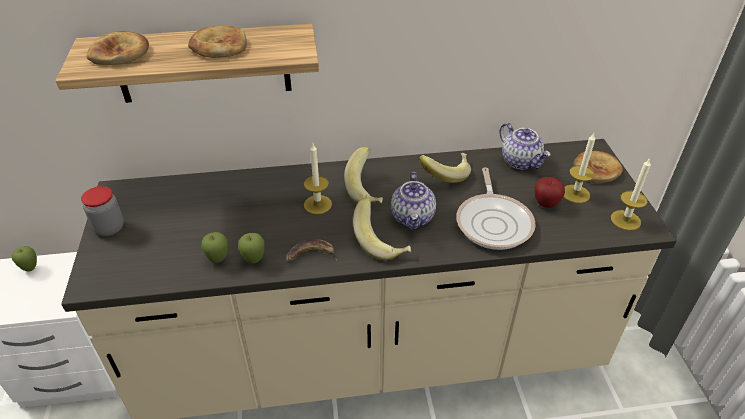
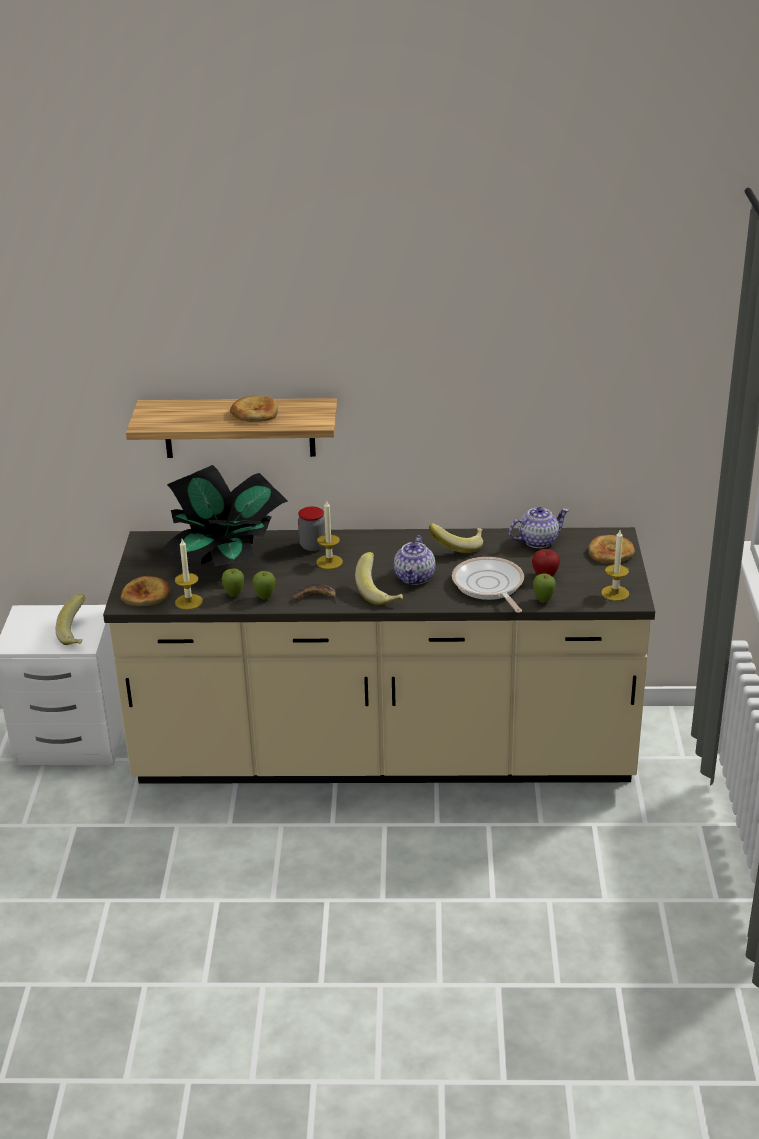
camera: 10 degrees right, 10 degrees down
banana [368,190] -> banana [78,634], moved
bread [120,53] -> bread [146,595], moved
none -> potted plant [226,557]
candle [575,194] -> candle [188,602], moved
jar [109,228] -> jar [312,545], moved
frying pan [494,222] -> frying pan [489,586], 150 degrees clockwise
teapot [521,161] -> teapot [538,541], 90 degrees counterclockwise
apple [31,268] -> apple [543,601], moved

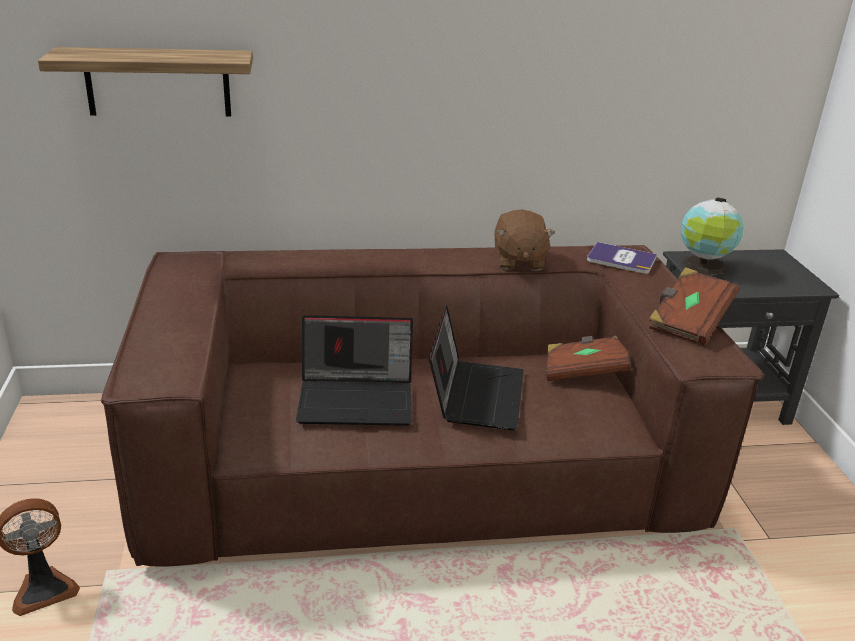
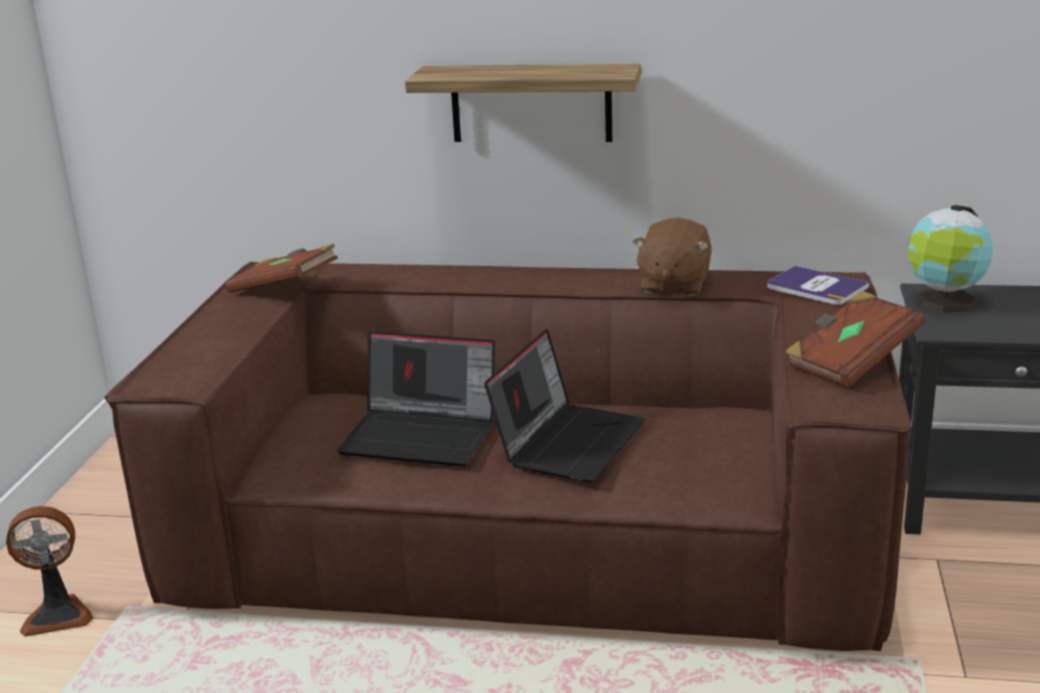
camera: 20 degrees right, 5 degrees down
brown book [585,372] -> brown book [285,289], moved
shelf [158,82] -> shelf [531,103], moved

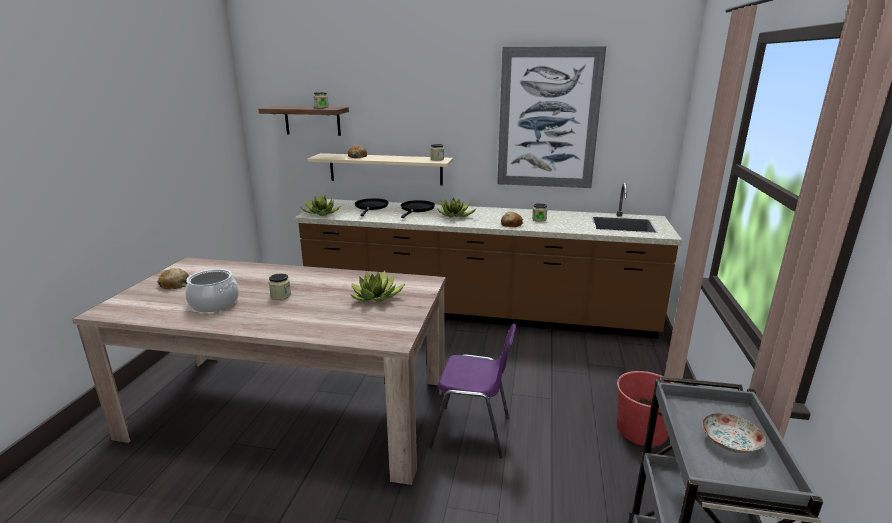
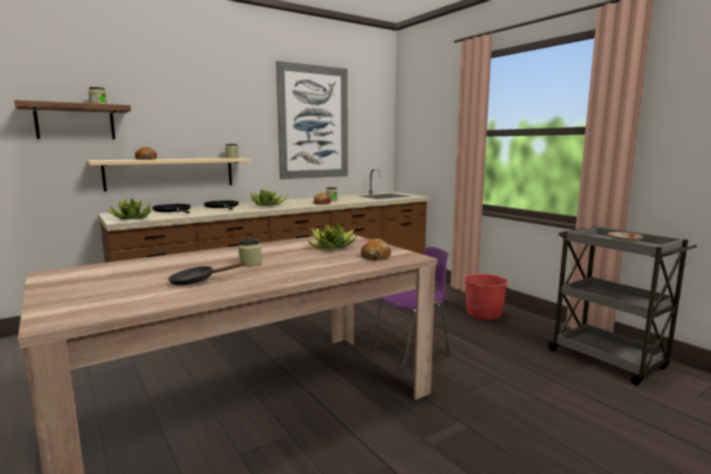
camera: 45 degrees left, 10 degrees down
cooking pot [215,303] -> black frying pan [197,281]
bread [174,284] -> bread [375,257], moved

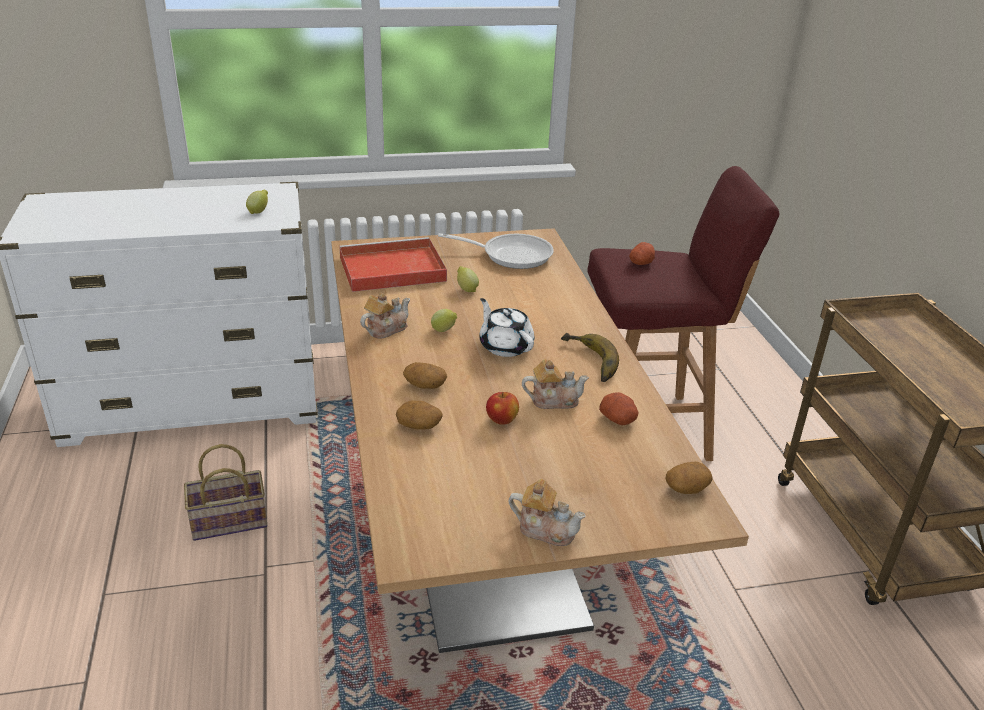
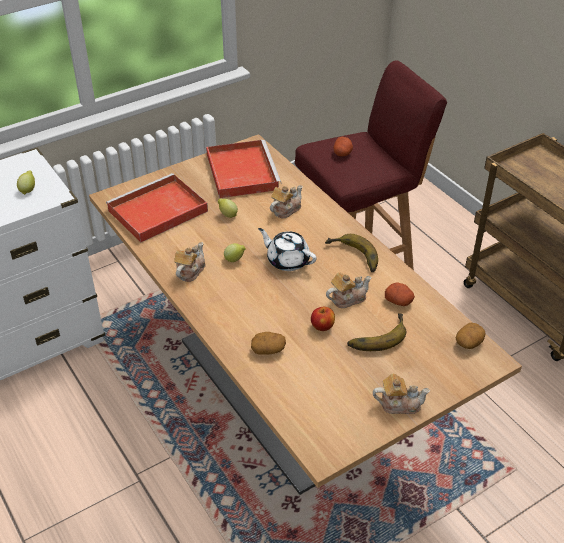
camera: 20 degrees left, 10 degrees up
frying pan [511,255] -> red tray [241,171]
none -> teapot [285,209]
none -> banana [376,335]
basket [227,523] -> none
potato [424,385] -> none

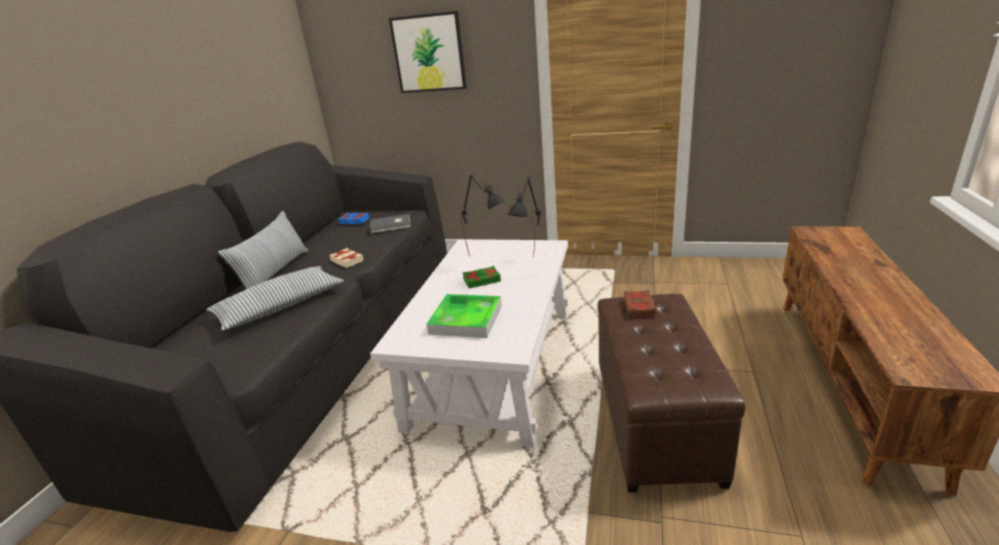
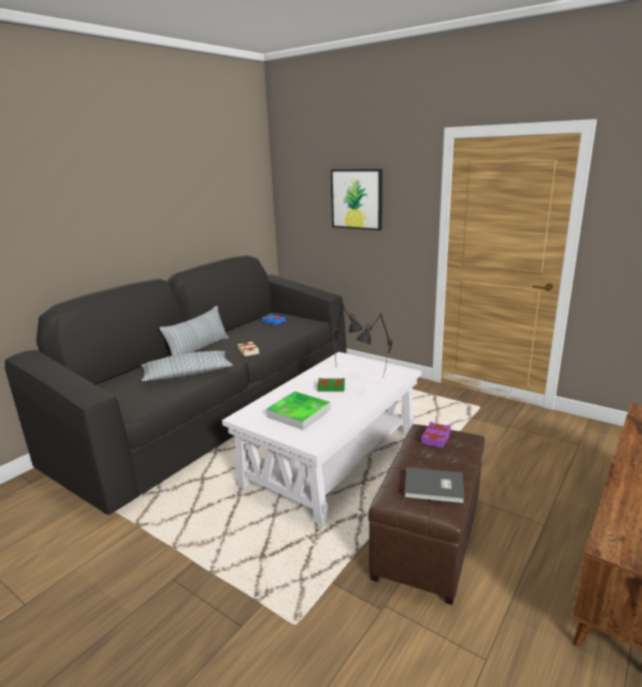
camera: 20 degrees right, 5 degrees down
grey book [391,225] -> grey book [434,488], moved
brown book [639,307] -> purple book [436,438]

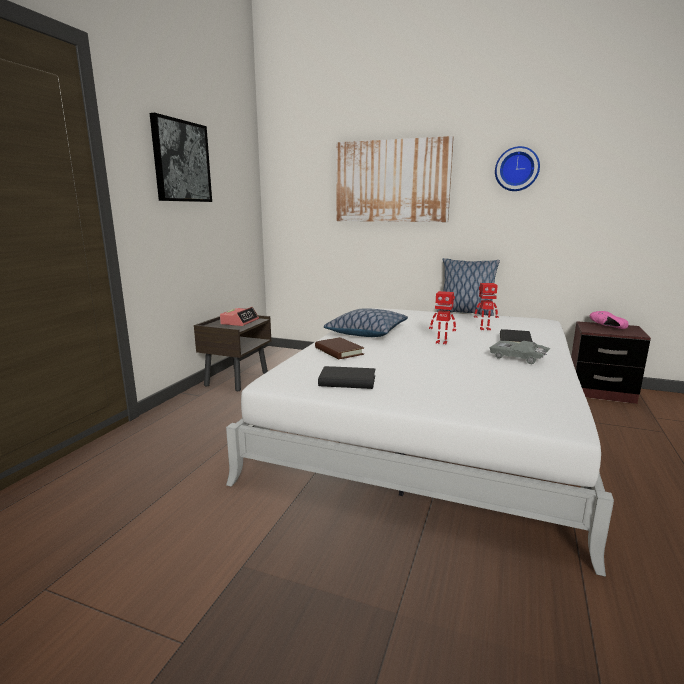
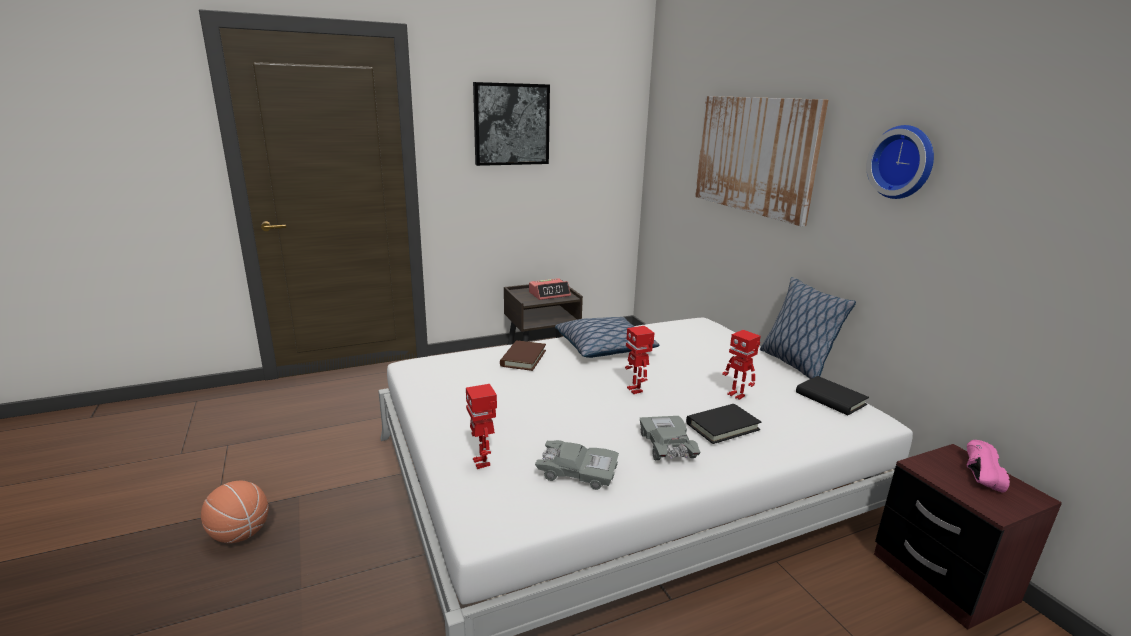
camera: 45 degrees right, 5 degrees up
none -> basketball [240,534]
none -> toy robot [482,462]
none -> grey toy car [577,471]
black book [347,381] -> black book [830,399], moved

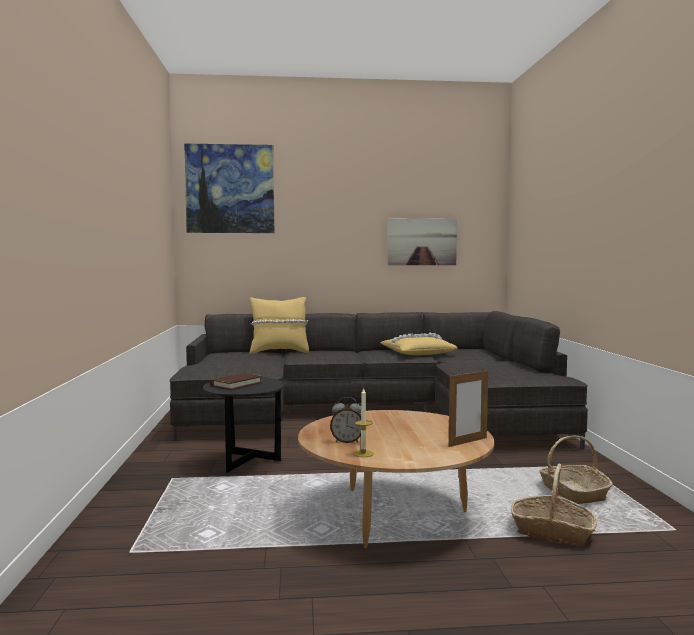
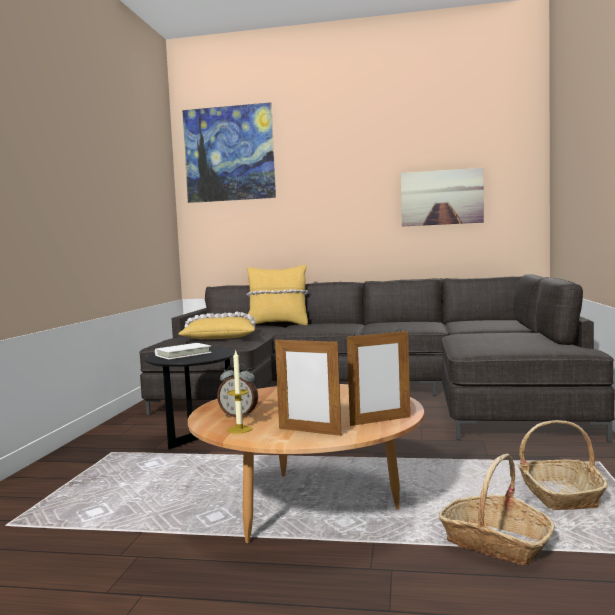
camera: 15 degrees right, 0 degrees up
brown book [236,384] -> white book [183,354]
yellow pillow [417,353] -> yellow pillow [220,337], moved
none -> picture frame [309,431]

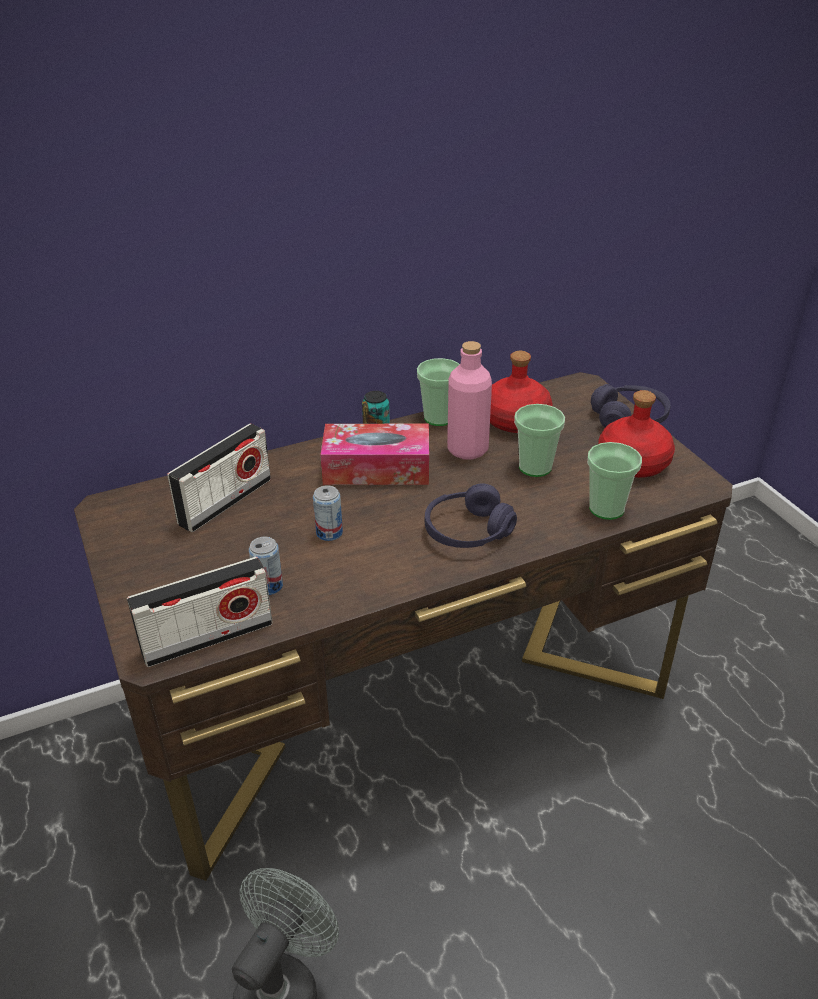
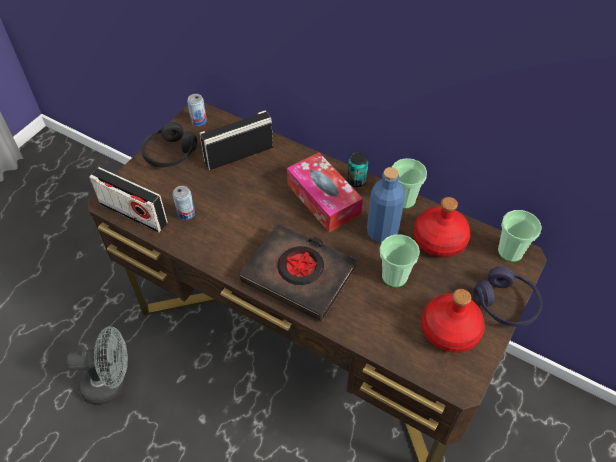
camera: 55 degrees right, 15 degrees up
none -> black headphones [170,153]
can [329,533] -> can [199,121], moved
radio [225,501] -> radio [239,154], 150 degrees clockwise
purple headphones [467,531] -> black book [299,275]
pink bottle [467,449] -> blue bottle [382,232]
cup [606,509] -> cup [510,252], moved

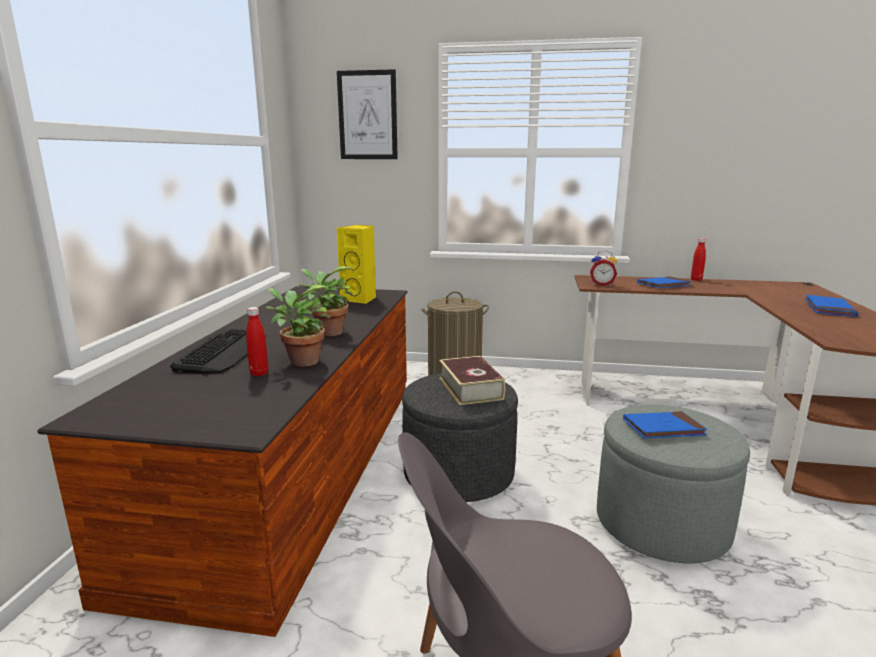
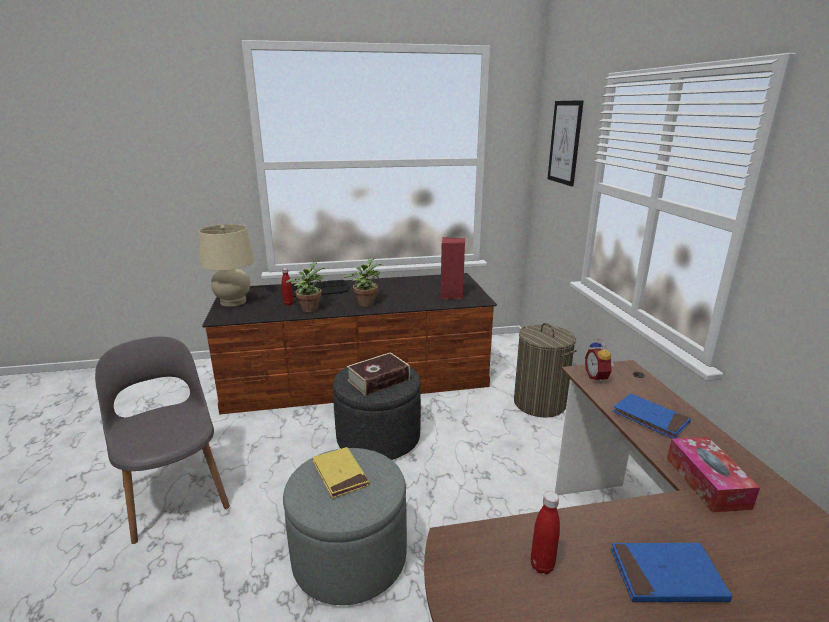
camera: 70 degrees right, 5 degrees up
none -> beige table lamp [233,302]
blue book [663,428] -> yellow book [340,474]
yellow speaker [360,299] -> red speaker [451,295]
red bottle [696,280] -> red bottle [542,566], moved
none -> tissue box [706,482]

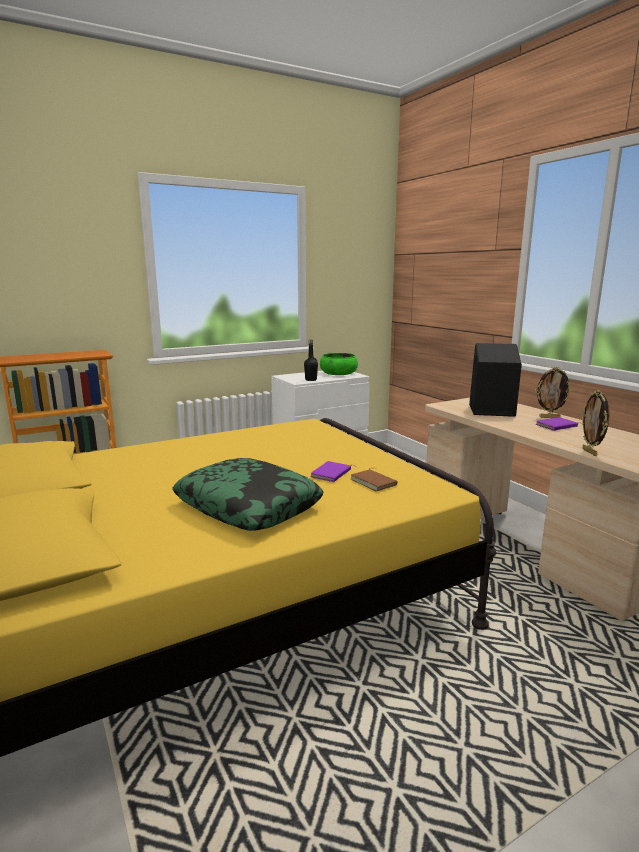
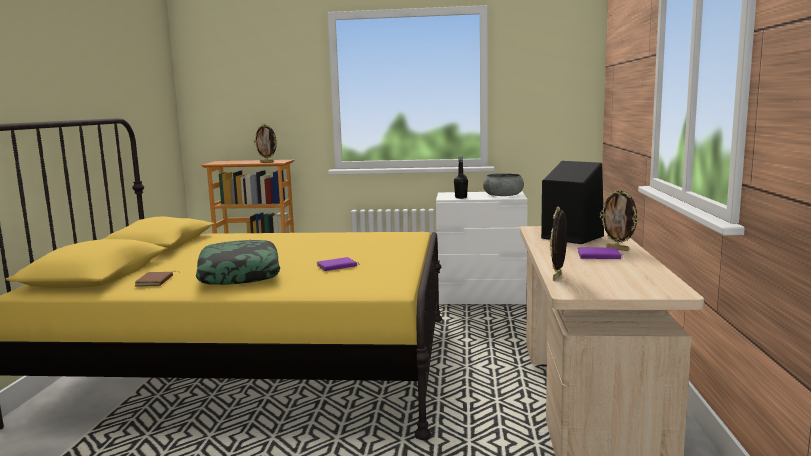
camera: 35 degrees right, 5 degrees down
brown book [374,482] -> brown book [156,281], moved
none -> picture frame [267,162]
green bowl [338,373] -> grey bowl [503,194]

